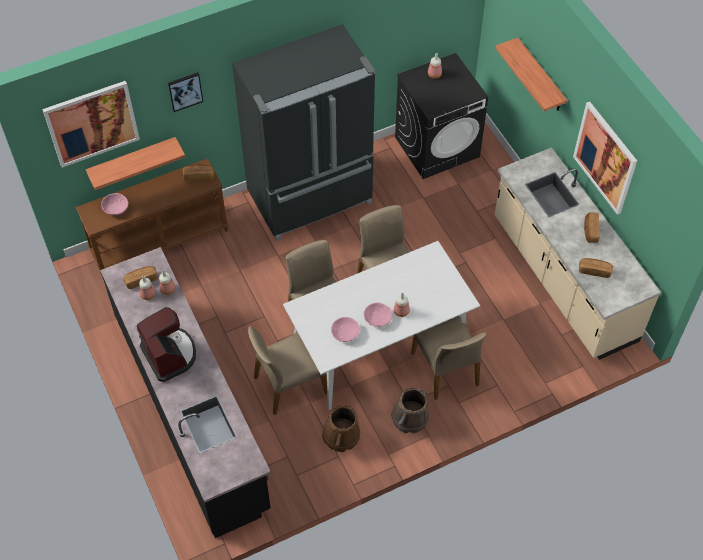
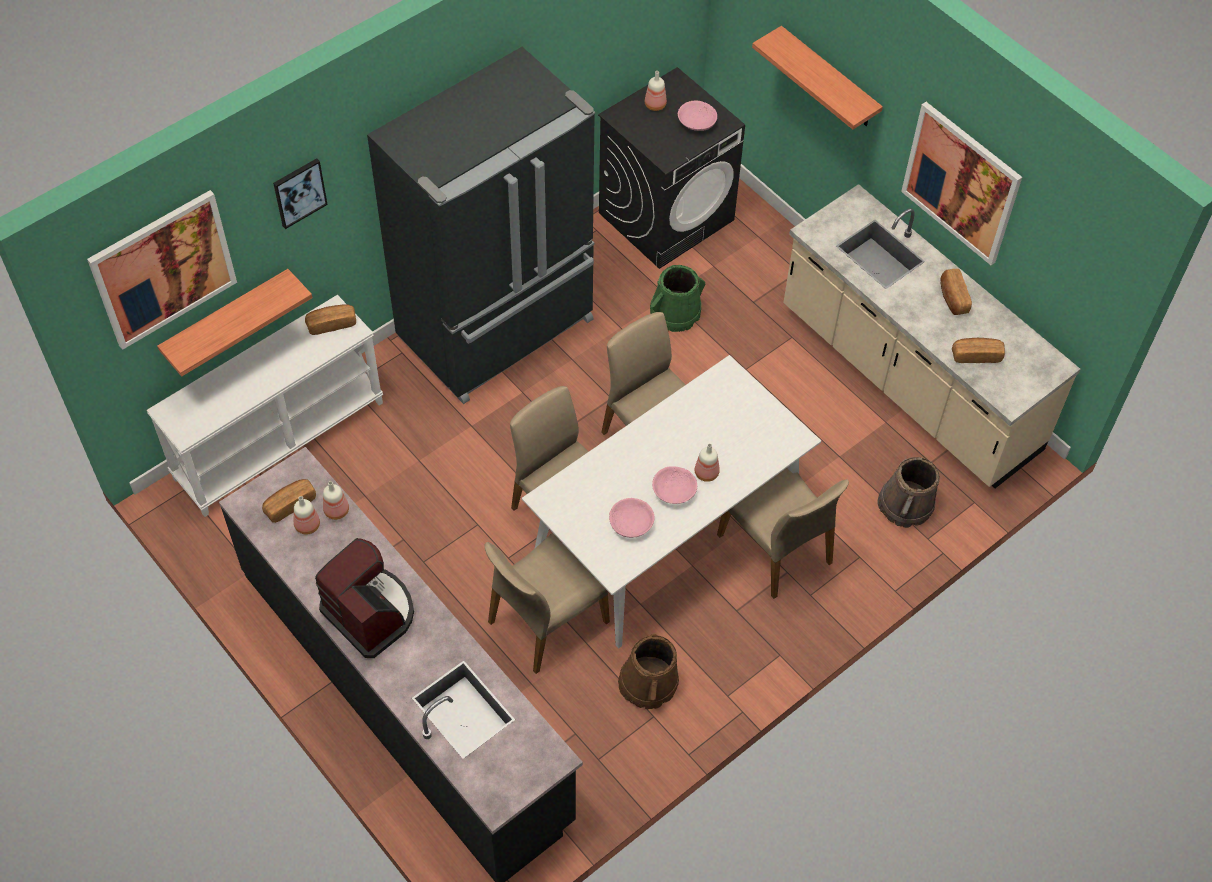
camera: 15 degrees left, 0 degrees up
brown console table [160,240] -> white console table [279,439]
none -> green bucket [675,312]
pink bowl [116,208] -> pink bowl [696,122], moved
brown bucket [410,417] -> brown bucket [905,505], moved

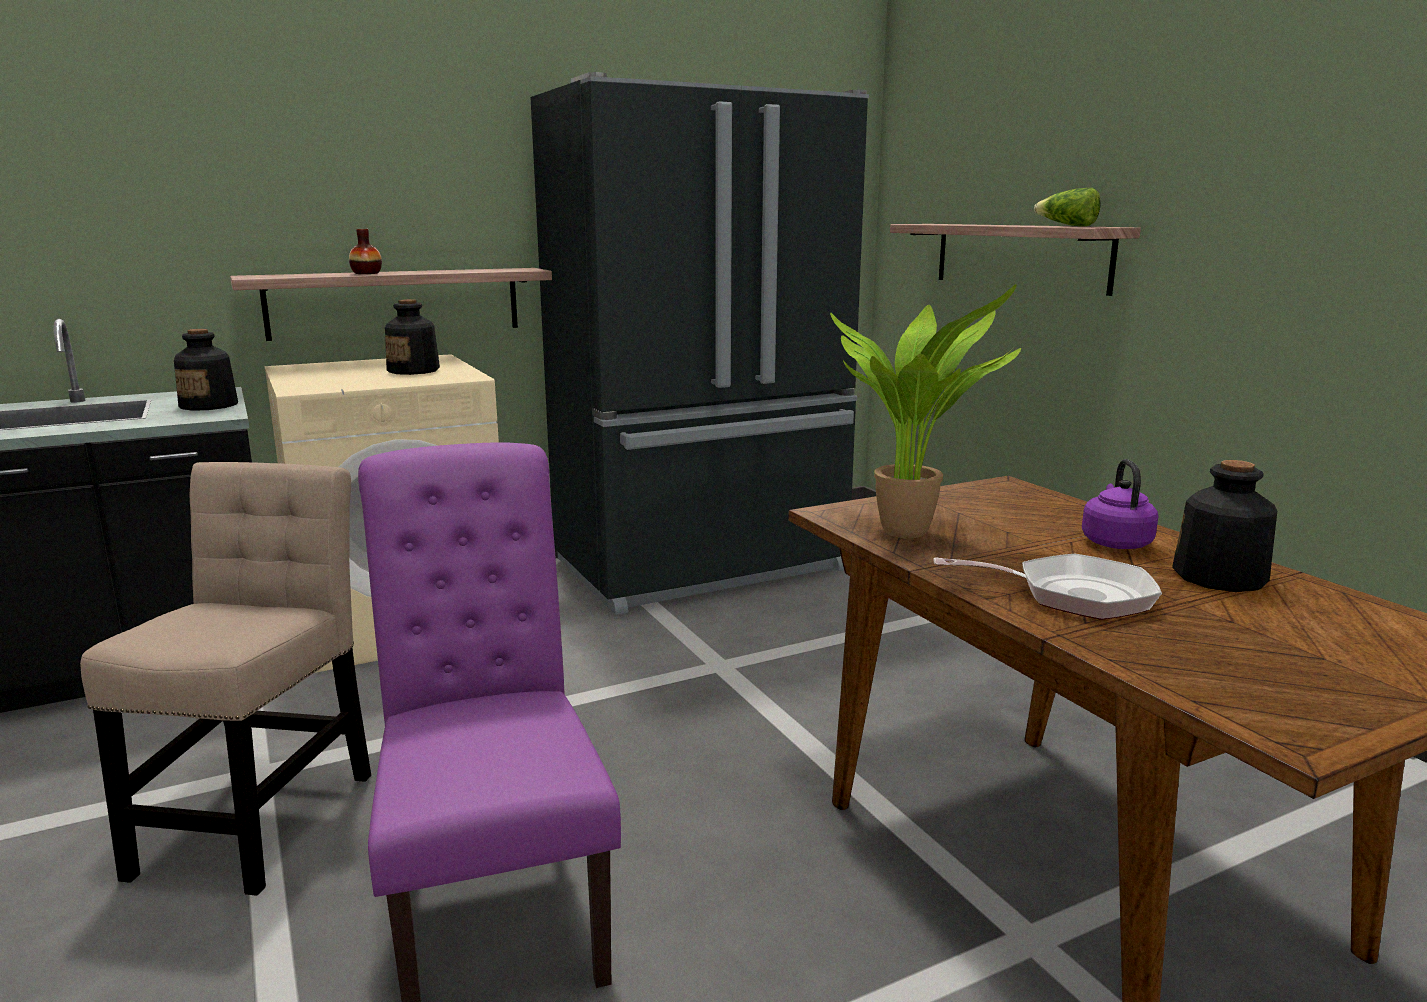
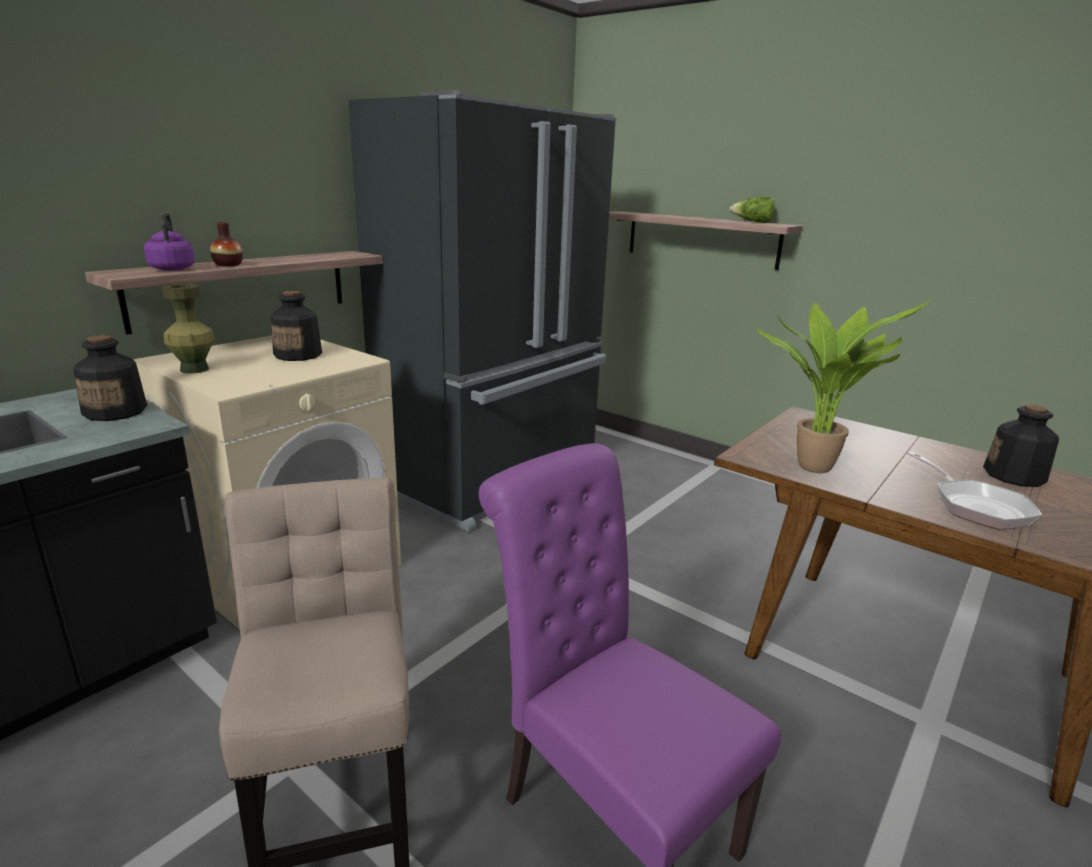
camera: 25 degrees left, 5 degrees up
purple kettle [1115,542] -> purple kettle [172,268], moved
none -> green vase [194,369]
frying pan [1072,595] -> frying pan [975,506], 90 degrees clockwise

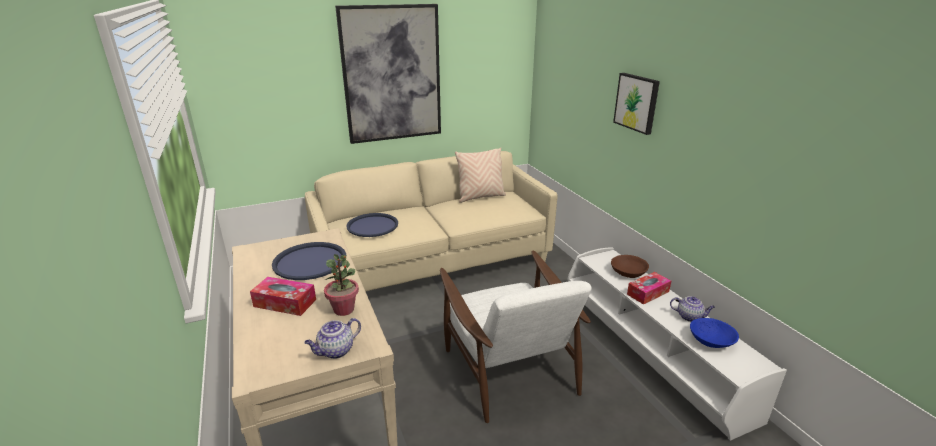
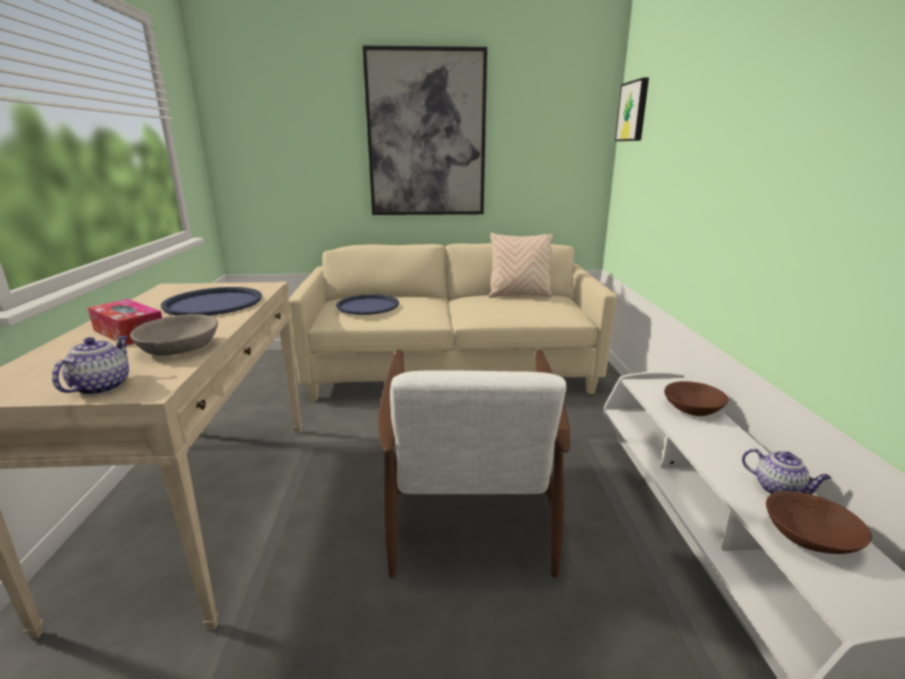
camera: 20 degrees right, 5 degrees down
teapot [335,351] -> teapot [102,386], 120 degrees clockwise
potted plant [344,309] -> grey bowl [180,348]
picture [637,102] -> picture [633,111], moved
blue bowl [711,341] -> brown bowl [809,537]
tissue box [648,293] -> none

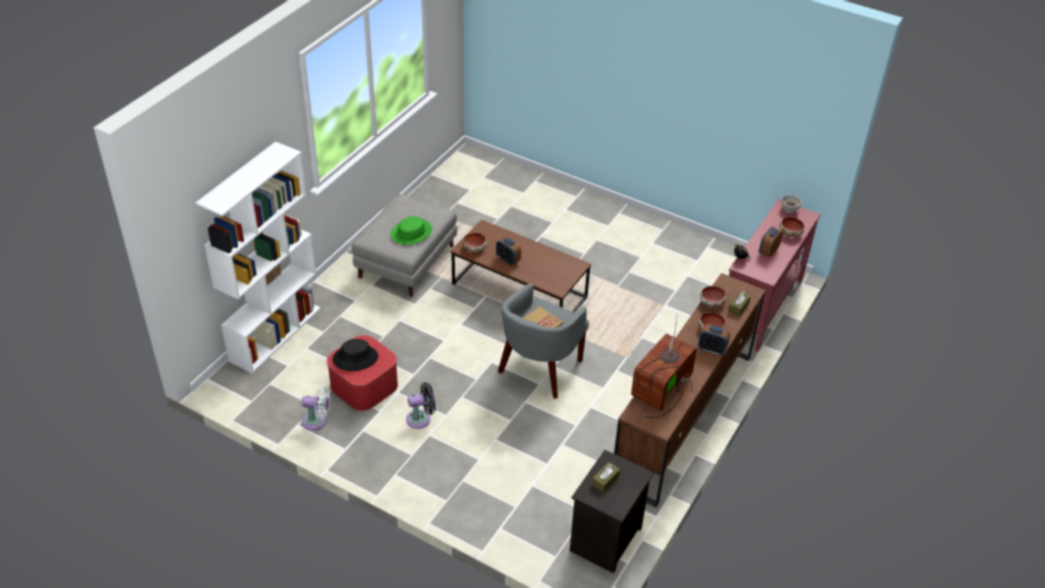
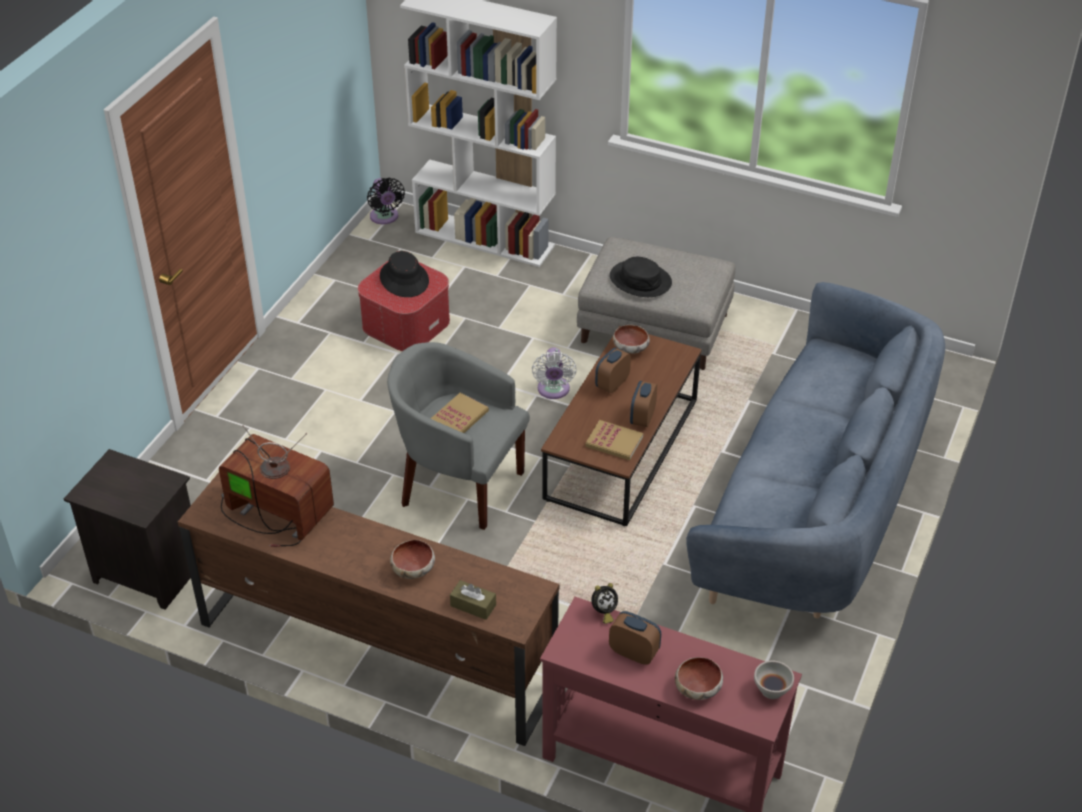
camera: 85 degrees right, 0 degrees up
black fan [421,419] -> black fan [385,218], moved
white fan [317,421] -> white fan [553,391], moved
none -> book [614,442]
green hat [411,232] -> black hat [640,280]
alarm clock [712,349] -> alarm clock [642,418], moved
none -> blue sofa [815,506]
brown tissue box [605,480] -> none
bowl [711,303] -> none

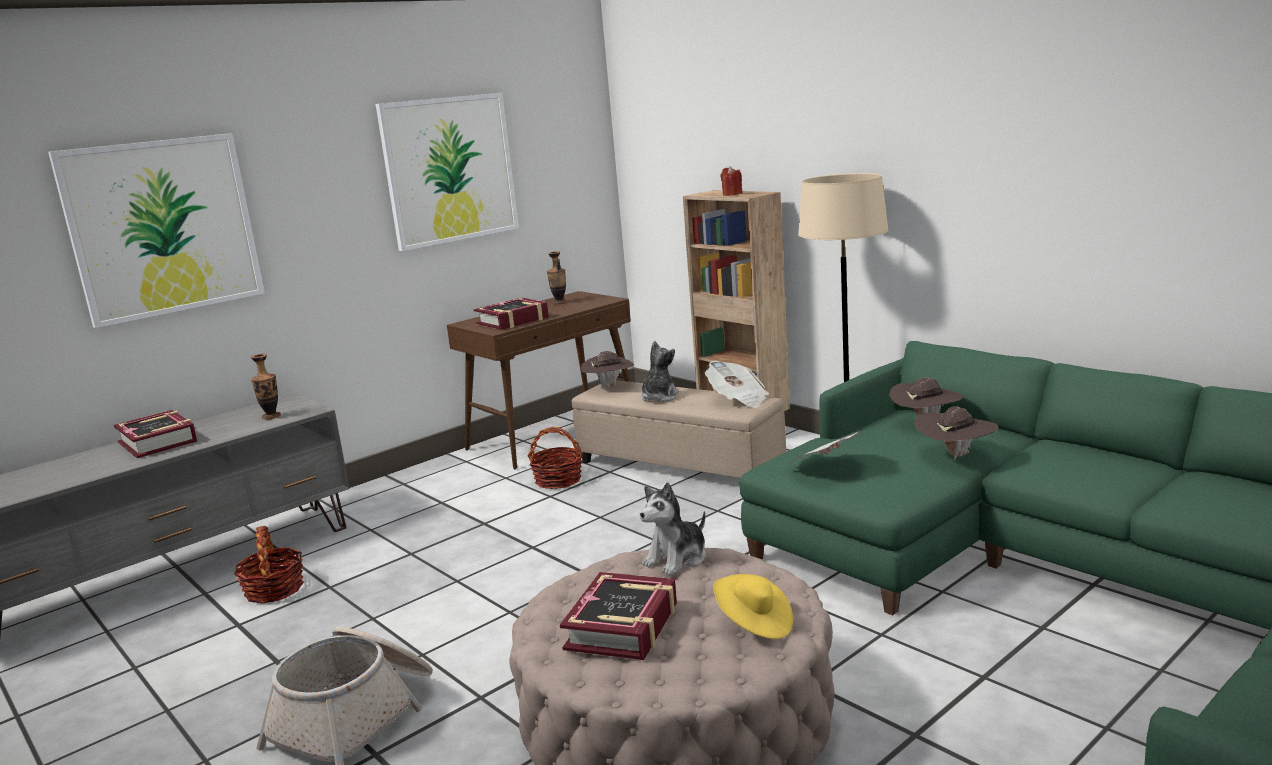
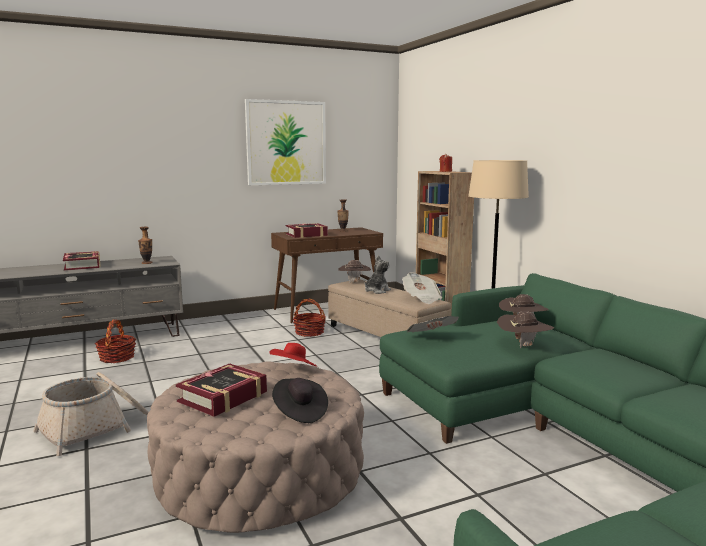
camera: 15 degrees right, 5 degrees down
plush toy [677,559] -> red hat [294,370]
yellow hat [754,624] -> black hat [299,412]
picture [163,227] -> none

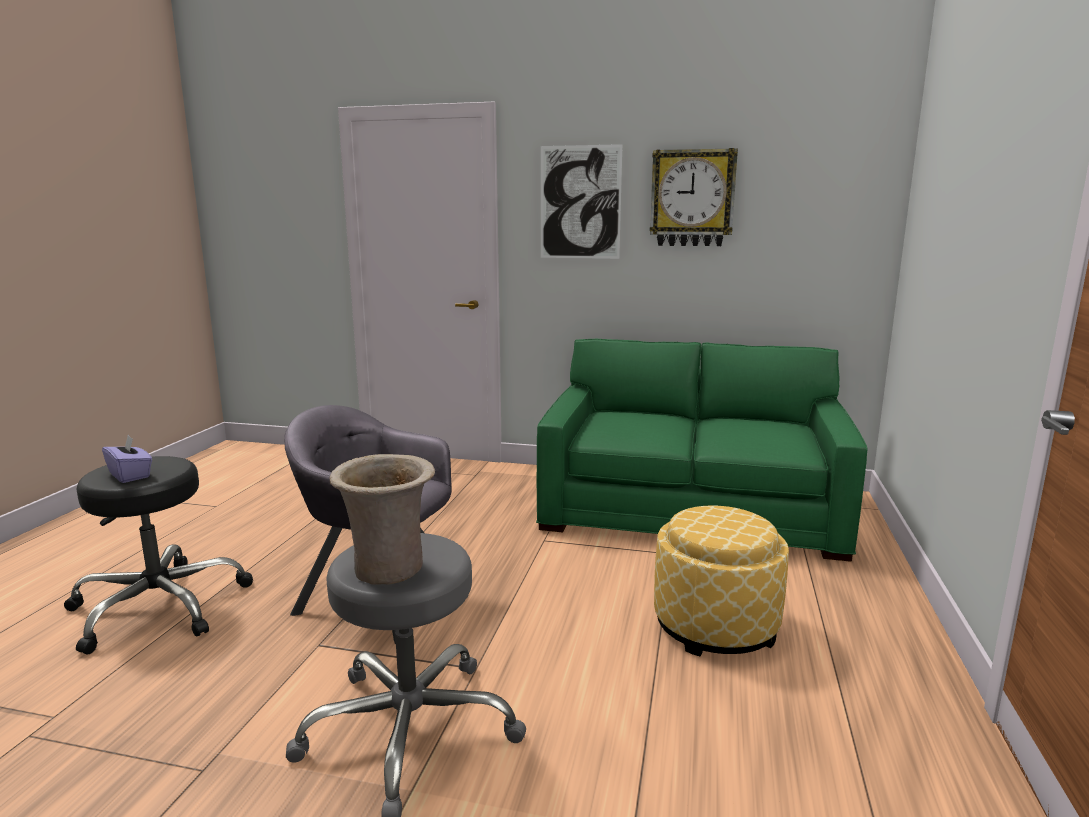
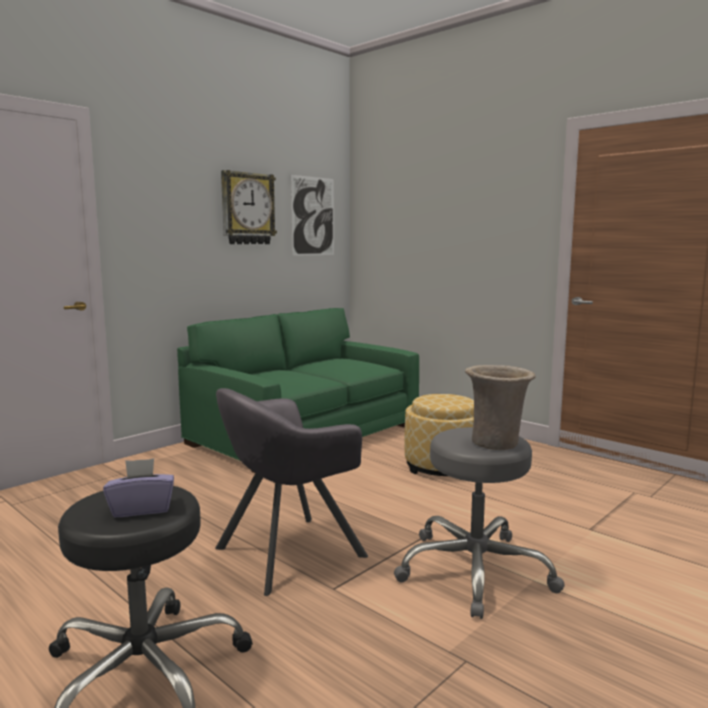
camera: 60 degrees left, 5 degrees down
picture [580,202] -> picture [313,216], moved

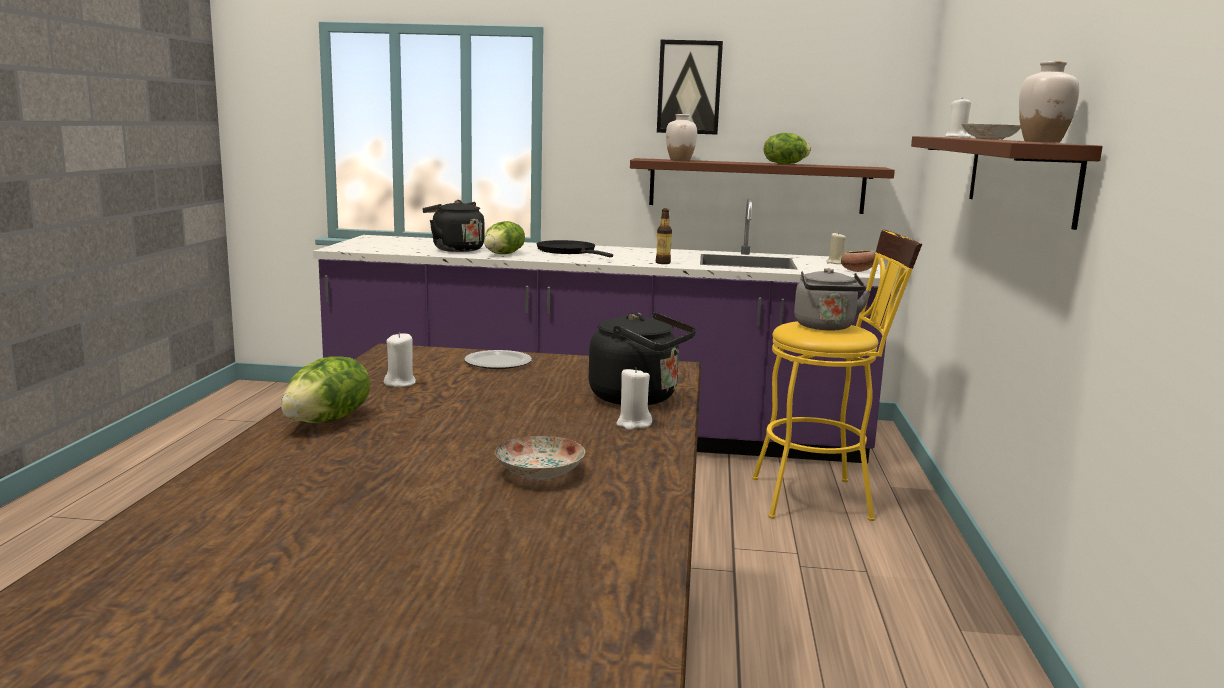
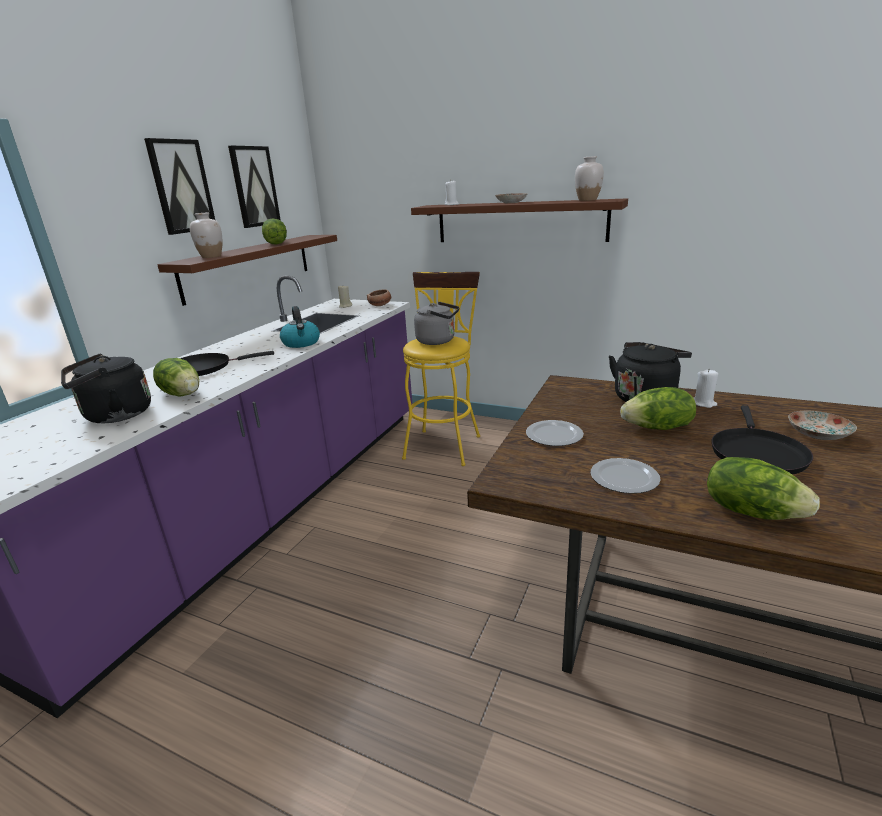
camera: 70 degrees left, 10 degrees up
none -> picture [254,186]
bottle [663,263] -> kettle [301,343]
white candle [400,383] -> plate [625,478]
none -> lettuce [658,428]
none -> black frying pan [756,453]

